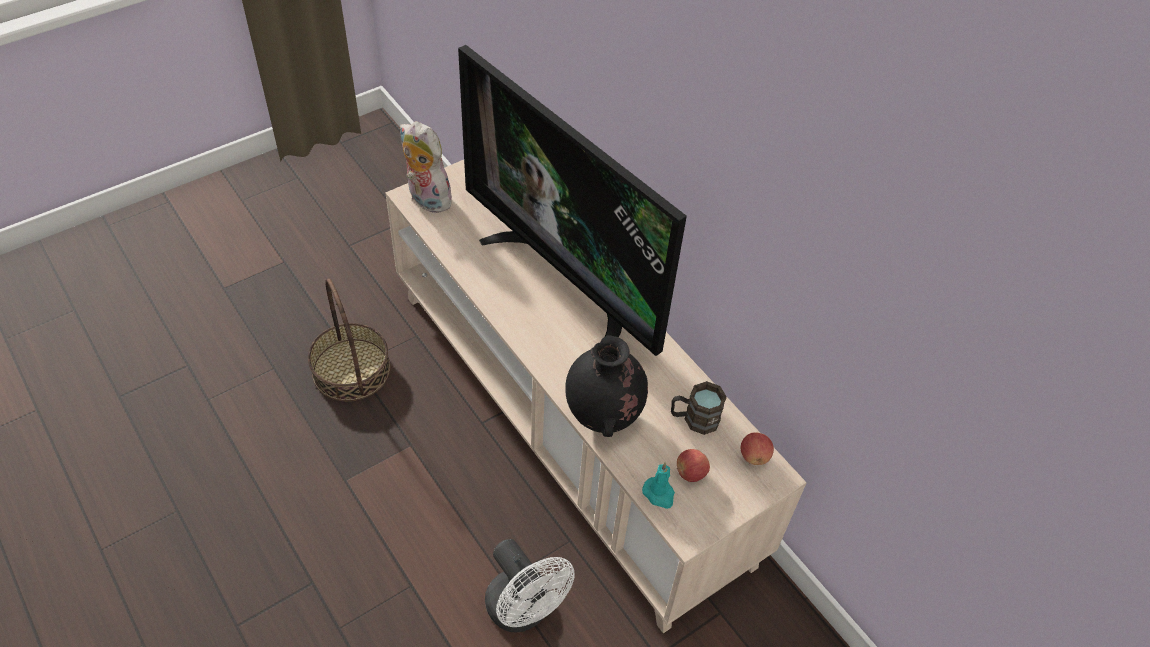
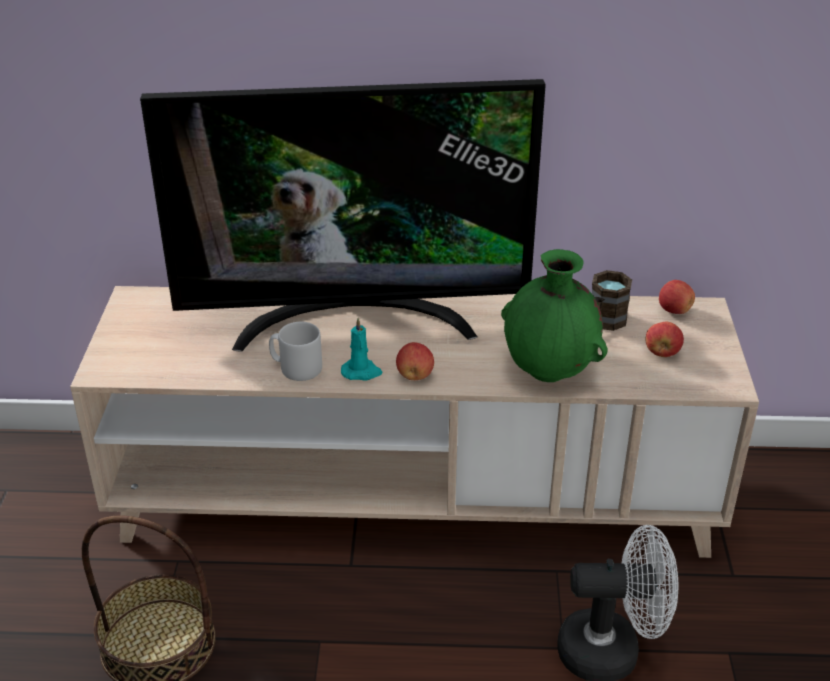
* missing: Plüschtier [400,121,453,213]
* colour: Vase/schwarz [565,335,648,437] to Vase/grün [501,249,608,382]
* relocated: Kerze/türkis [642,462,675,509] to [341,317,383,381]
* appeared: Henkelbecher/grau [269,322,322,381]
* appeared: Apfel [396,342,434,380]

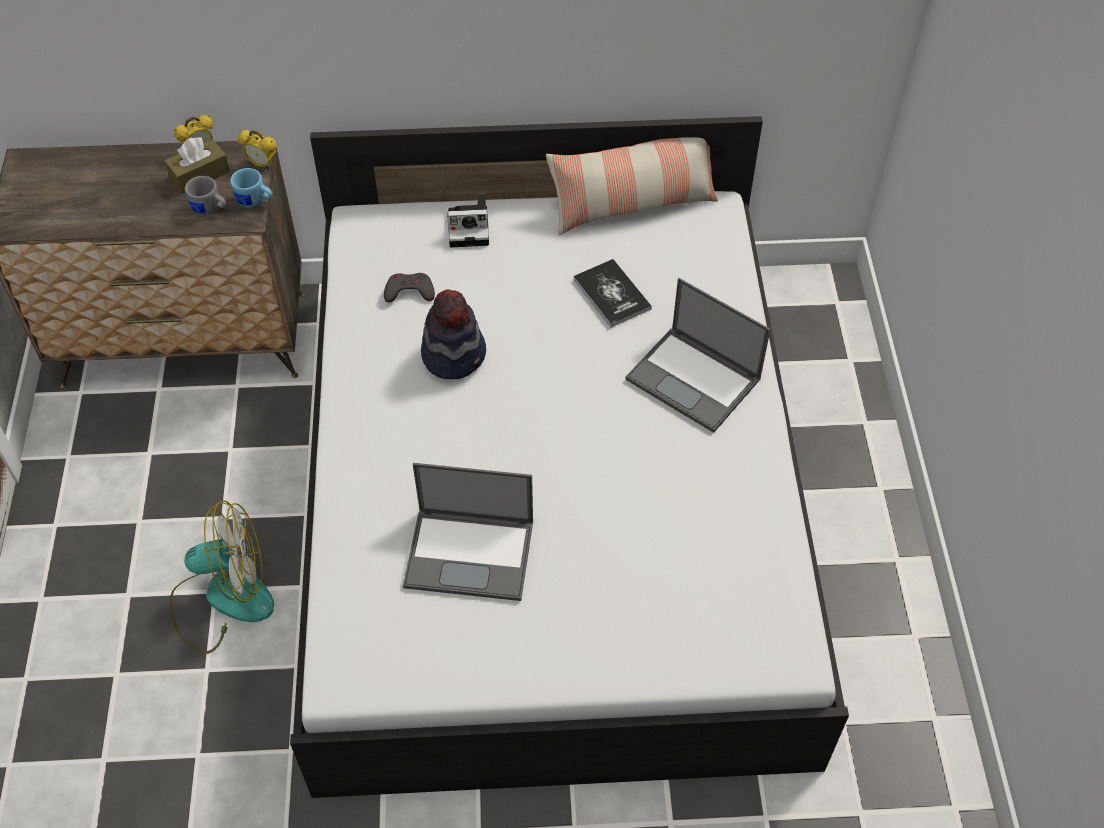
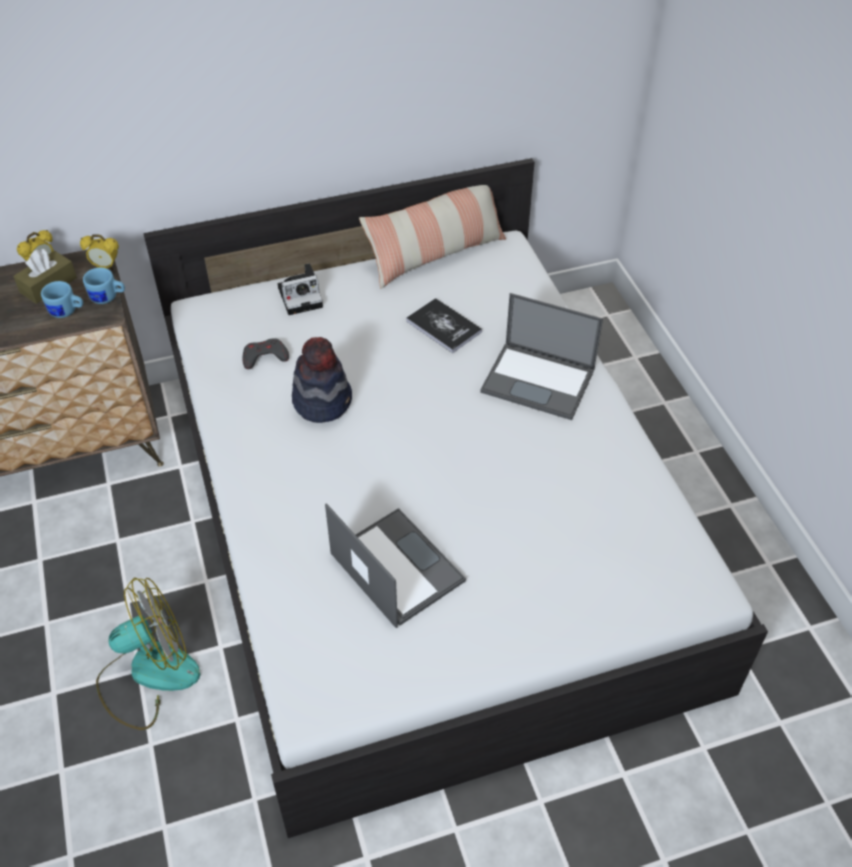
* colour: Henkelbecher/grau [185,176,226,215] to Henkelbecher/blau [41,281,83,318]
* spun: Laptop [403,463,533,601] = [325,503,466,628] 120 degrees counterclockwise

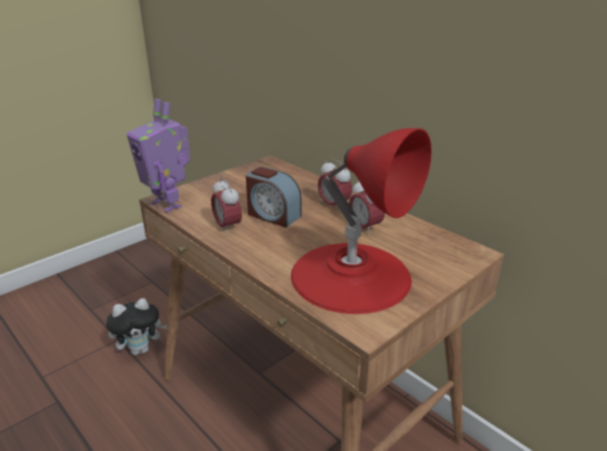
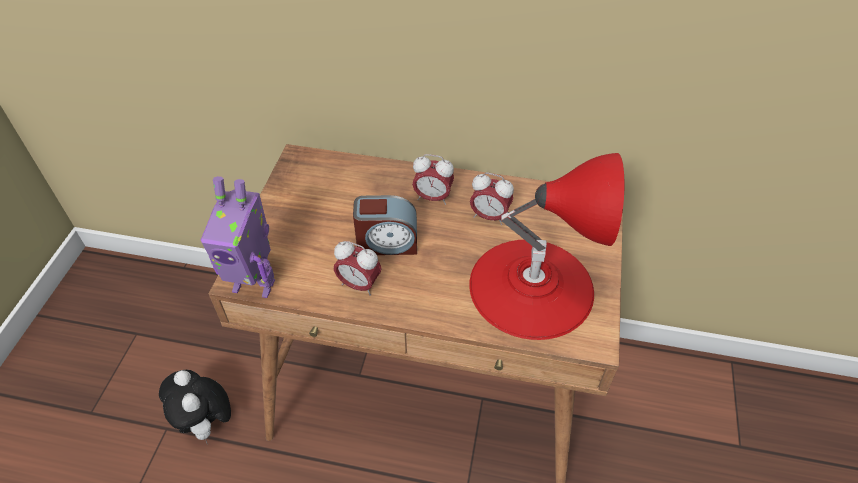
* spun: Plüschtier [106,298,167,355] = [159,370,231,443] 120 degrees clockwise

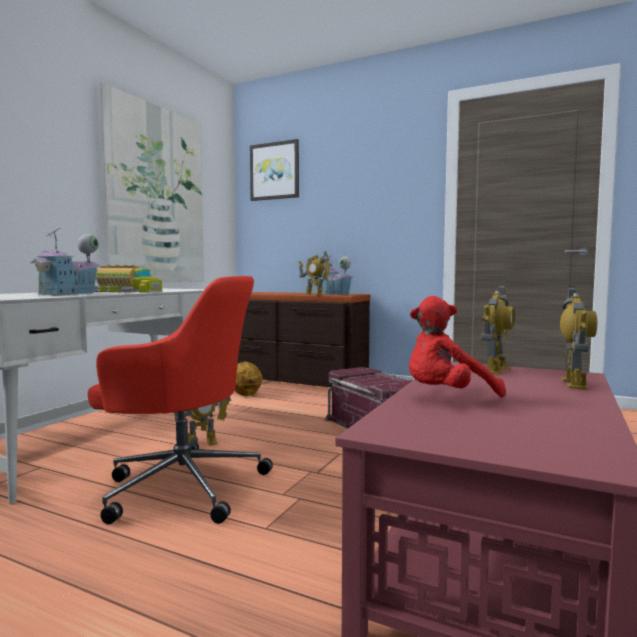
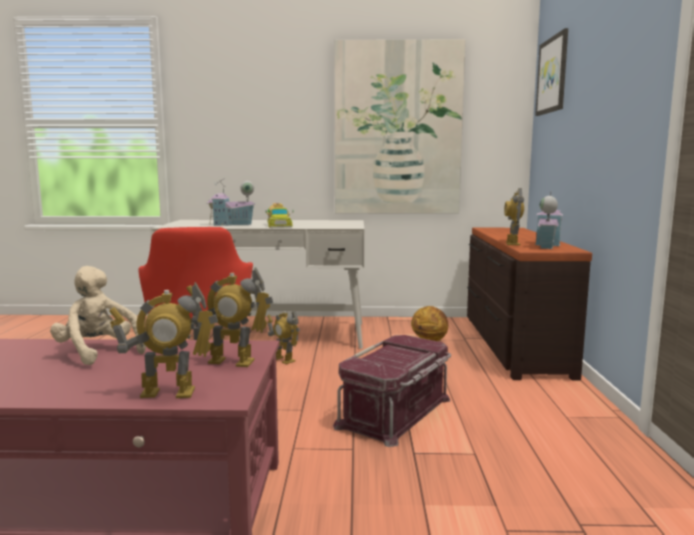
* colour: Plüschtier/rot [409,296,506,397] to Plüschtier/beige [50,266,146,365]

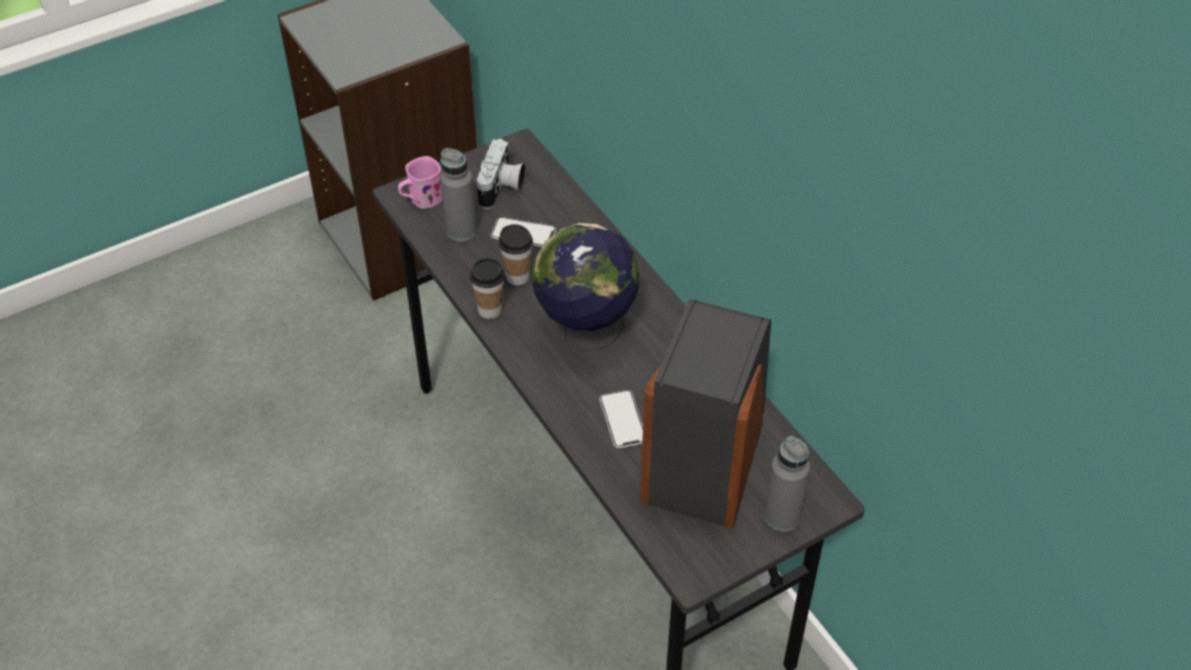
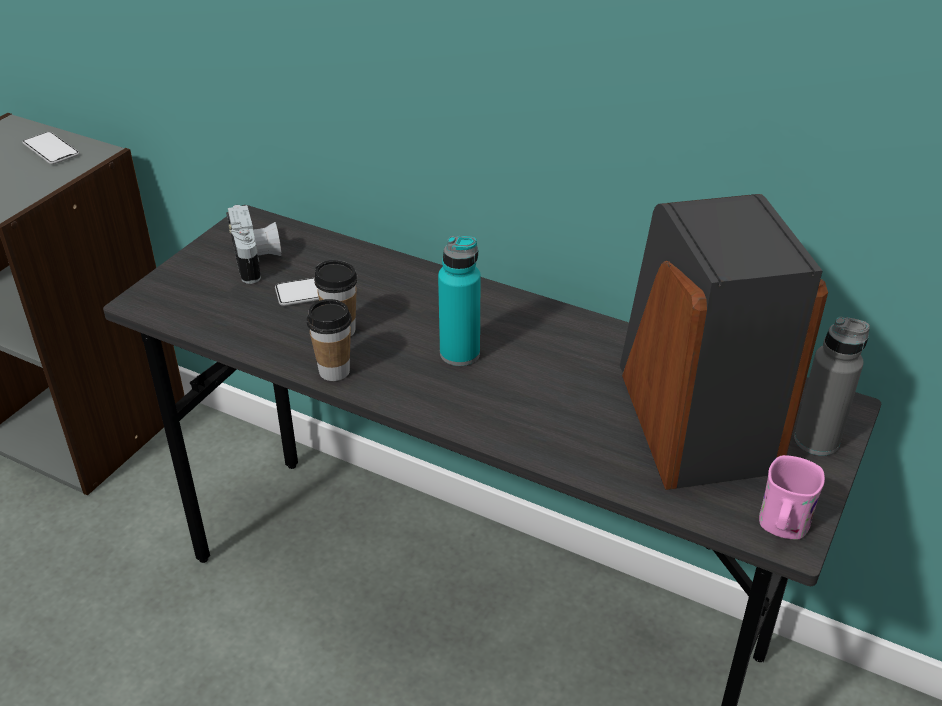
* missing: Flasche/grau [440,148,477,242]
* relocated: Henkelbecher/rosa [398,156,443,209] to [759,455,825,540]
* exchanged: Globus [531,223,640,352] to Flasche/türkis [438,236,481,366]
* relocated: Handy [599,390,643,449] to [23,132,79,164]

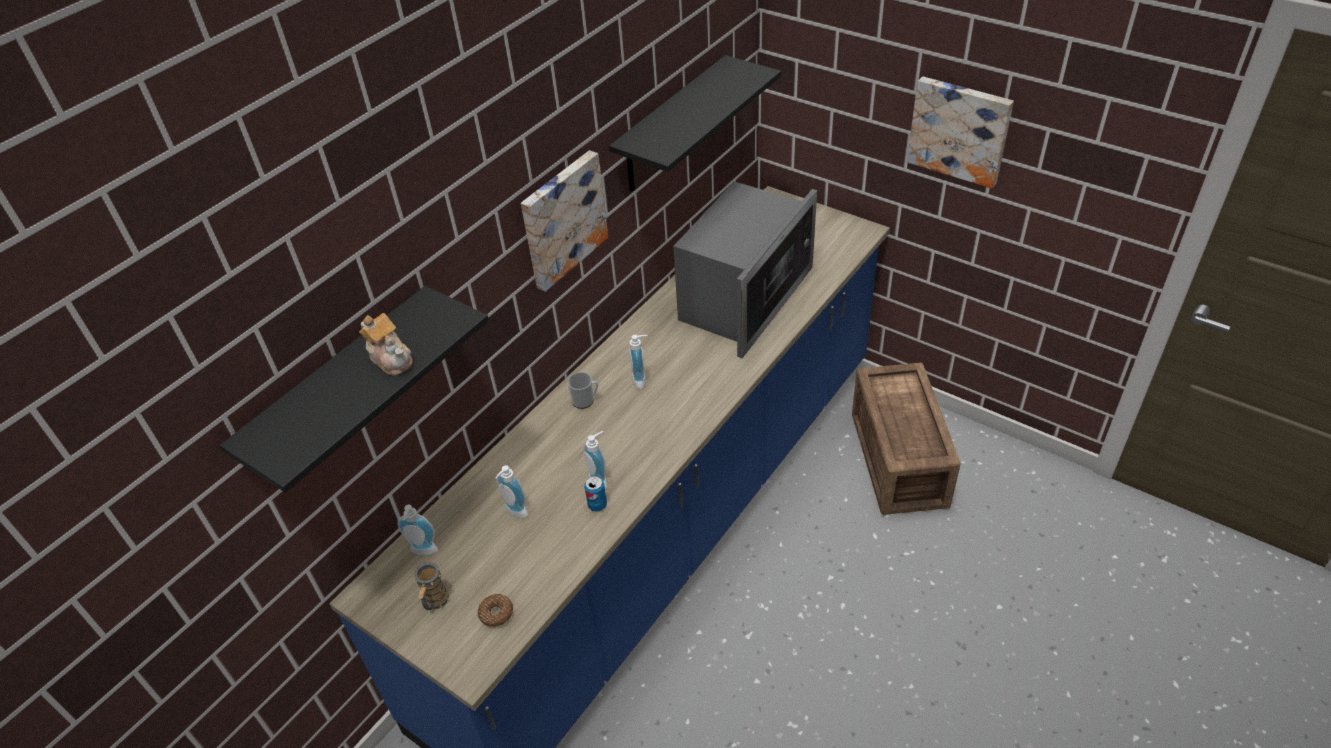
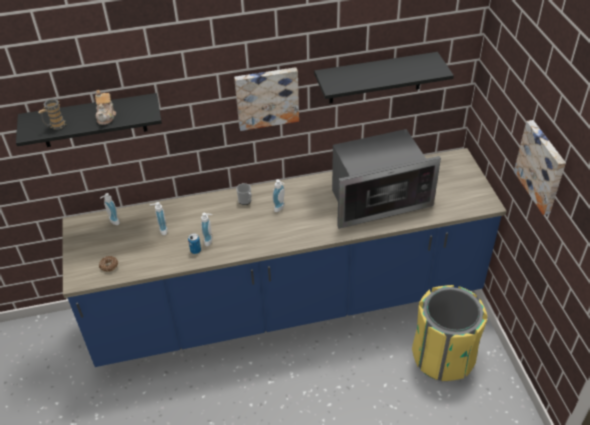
* exchanged: Kiste [852,363,961,515] to Mülleimer/gelb [412,285,488,381]
* relocated: Henkelbecher [414,562,450,611] to [38,99,66,130]

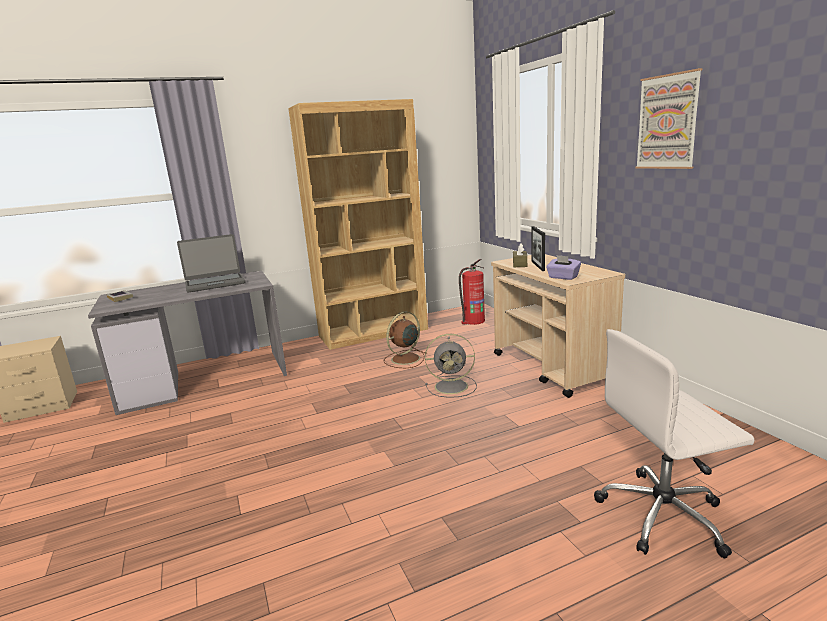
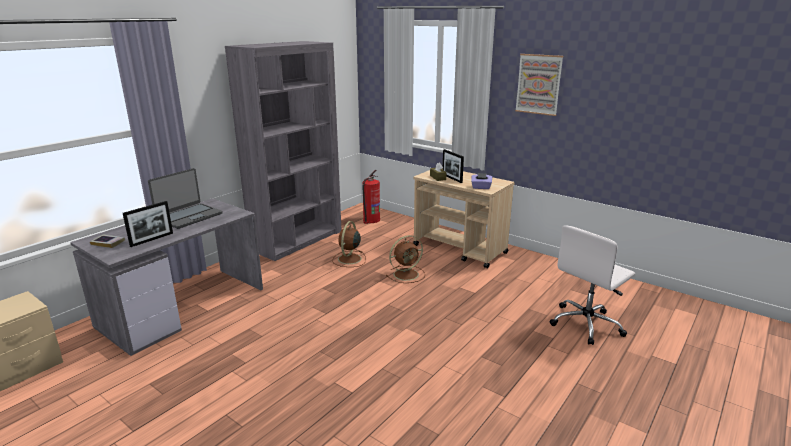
* colour: Bücherregal/braun [288,99,428,350] to Bücherregal/grau [225,41,342,261]
* colour: Ventilator/grau [425,334,477,398] to Ventilator/braun [386,235,425,283]
* appeared: Bilderrahmen [123,201,173,247]

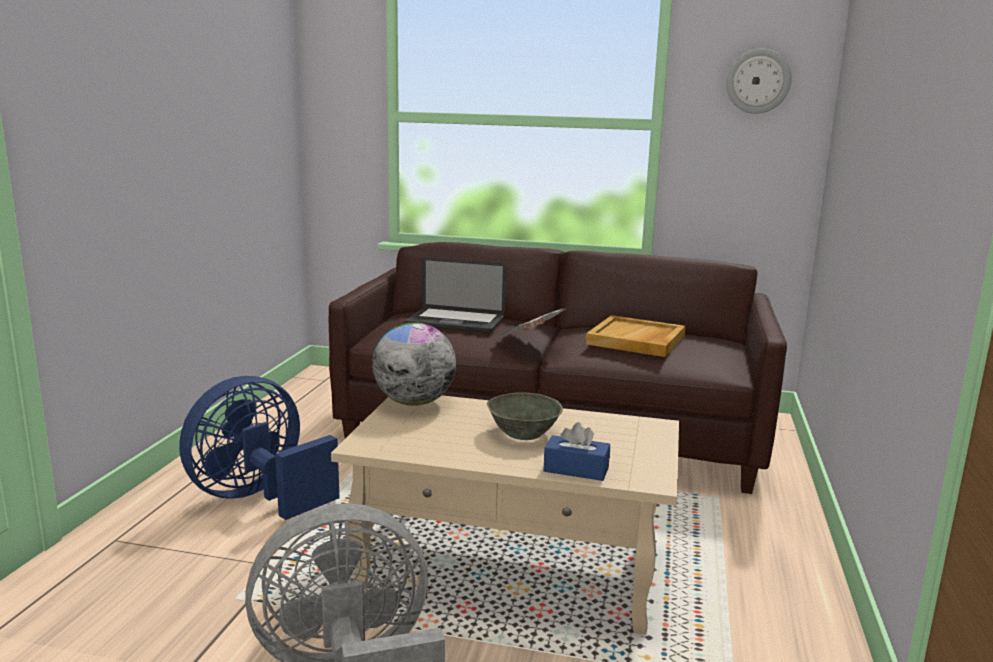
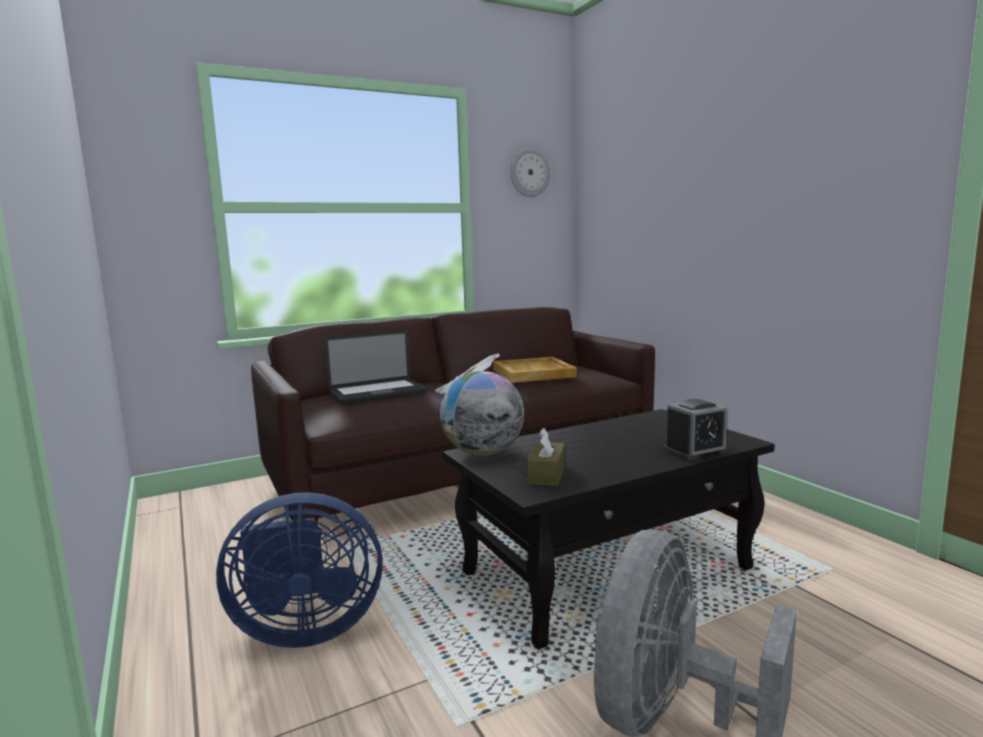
* spun: Ventilator/blau [179,376,339,520] = [216,492,383,648] 105 degrees counterclockwise
* missing: Schüssel/grau [487,392,563,440]
* colour: Couchtisch/beige [331,395,679,635] to Couchtisch/schwarz [443,409,775,650]
* exchanged: Taschentuchbox/blau [544,422,610,481] to Wecker [664,399,728,461]
* appeared: Taschentuchbox/braun [527,428,565,486]

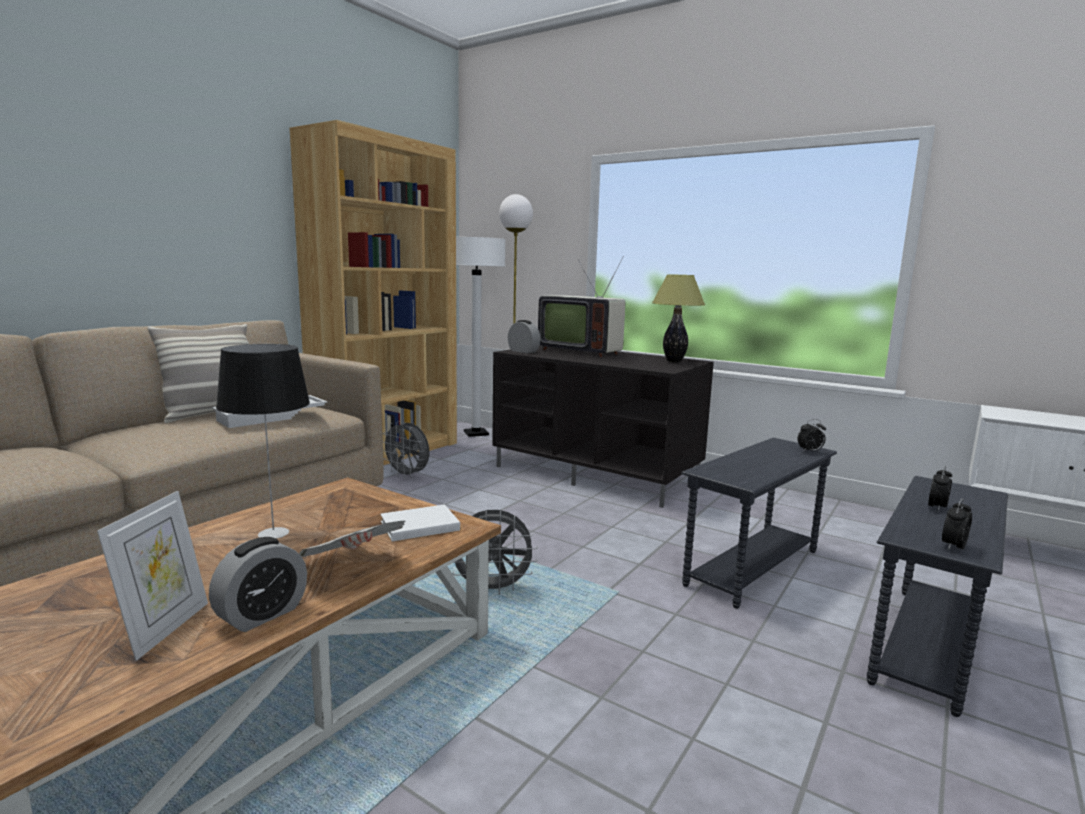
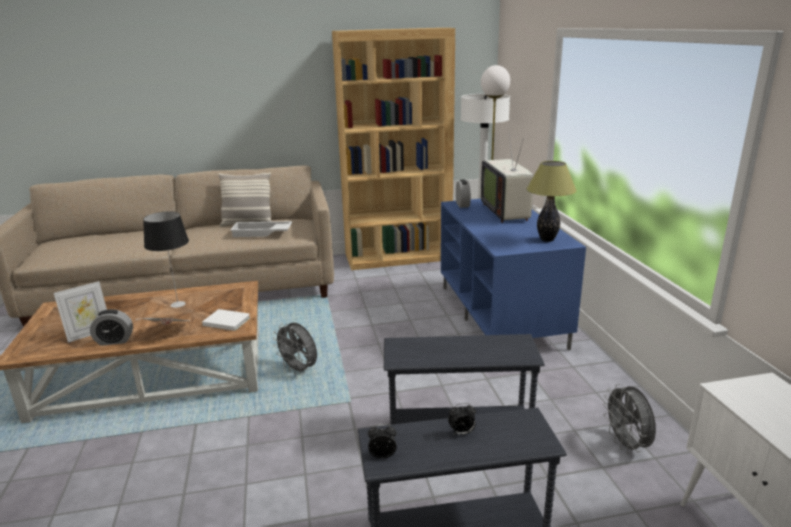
* colour: Fernsehschrank/schwarz [492,345,714,508] to Fernsehschrank/blau [441,199,586,350]
* missing: Wecker [798,419,826,452]
* relocated: Ventilator/grau [382,421,429,479] to [603,384,656,454]

